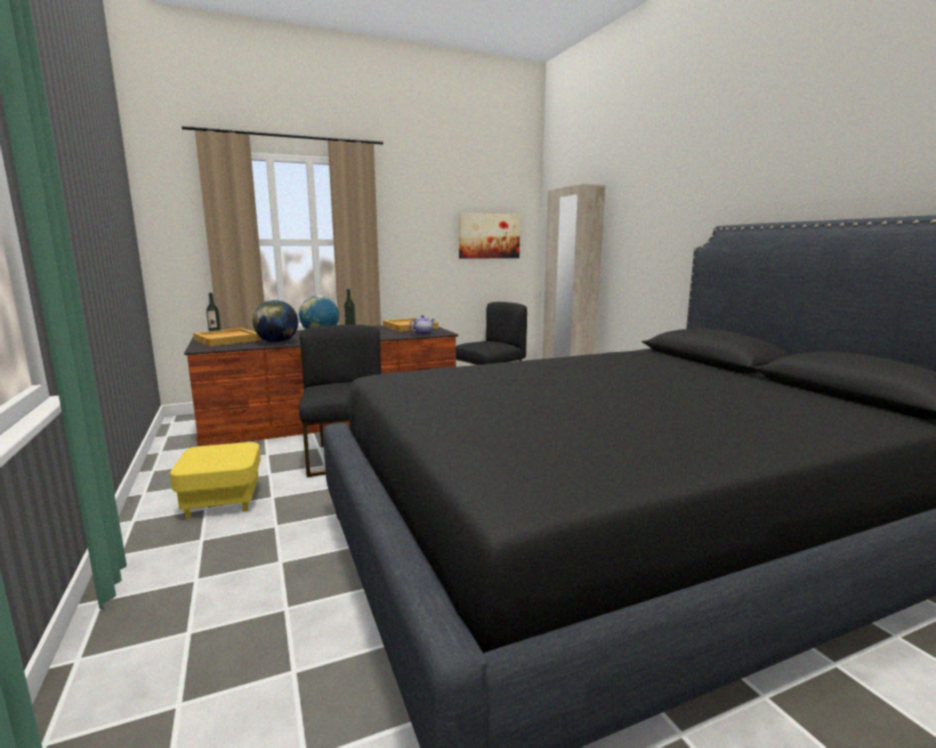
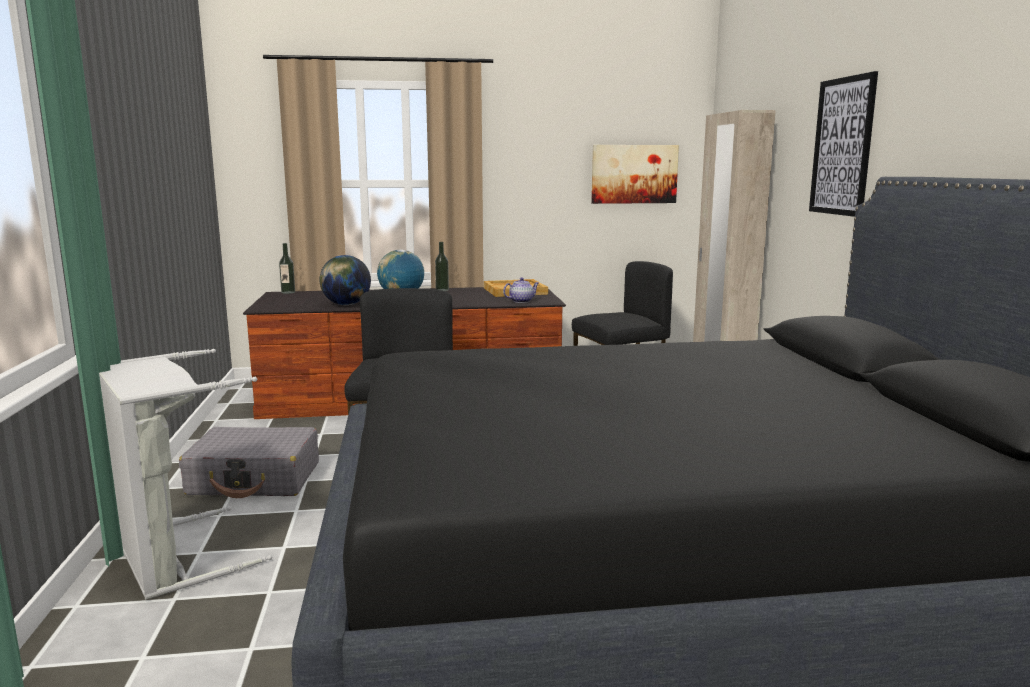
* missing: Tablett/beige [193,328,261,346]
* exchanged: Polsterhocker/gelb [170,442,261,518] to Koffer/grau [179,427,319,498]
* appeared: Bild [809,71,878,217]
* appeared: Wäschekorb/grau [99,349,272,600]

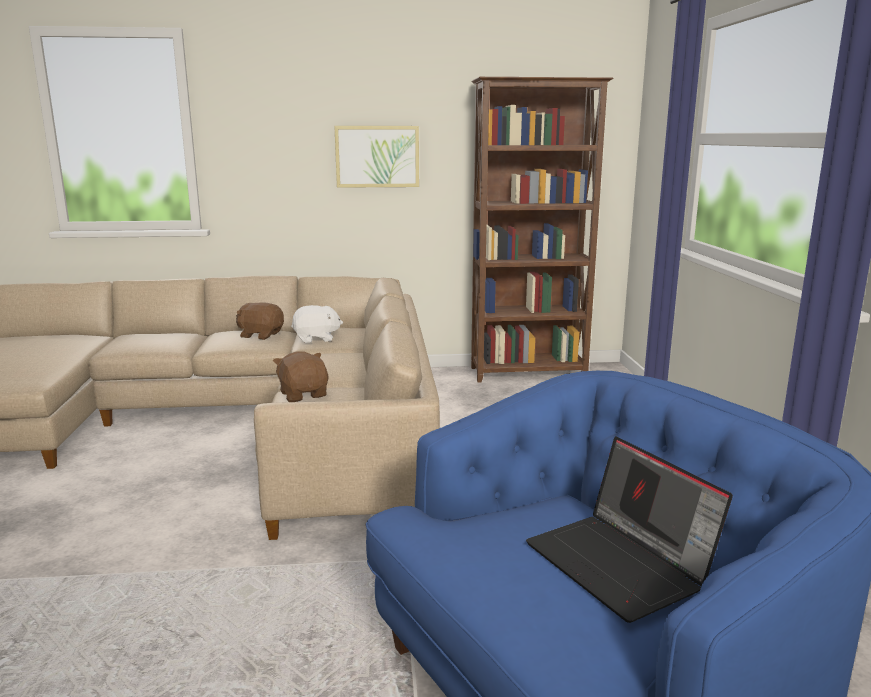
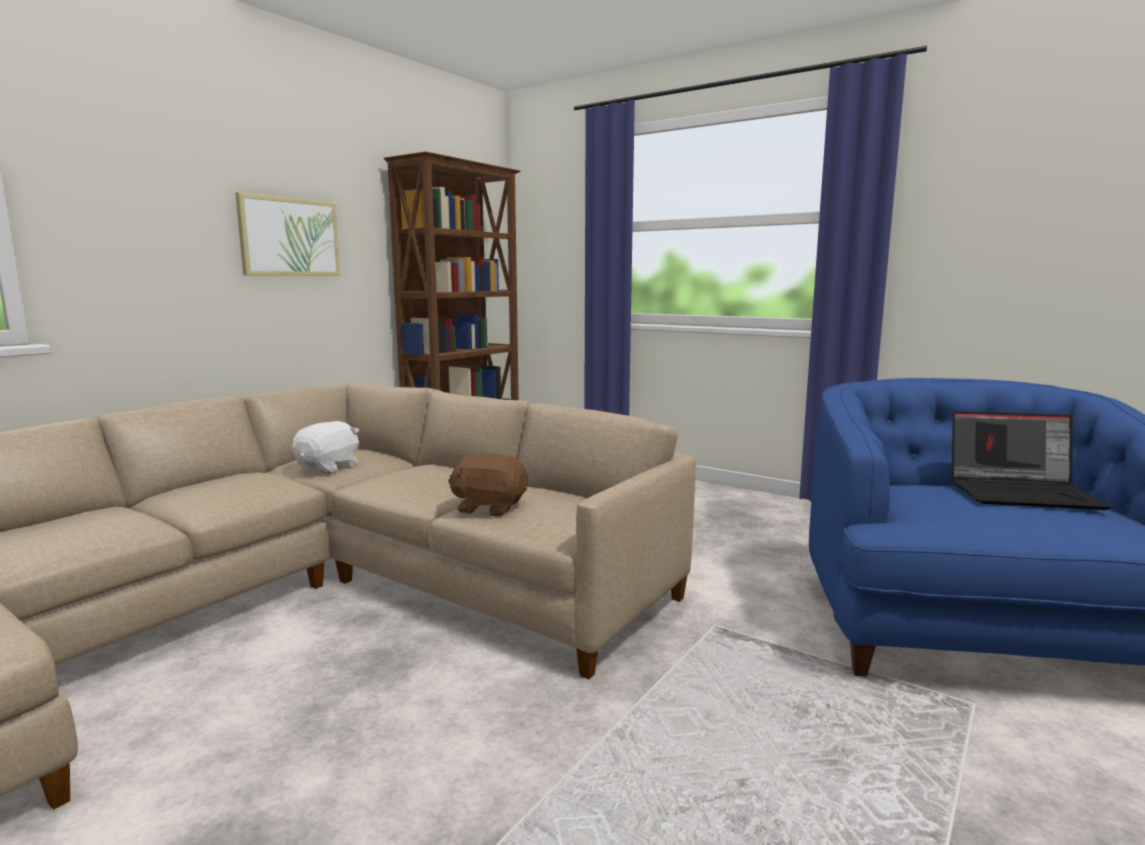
* missing: Plüschtier/braun [236,302,284,340]

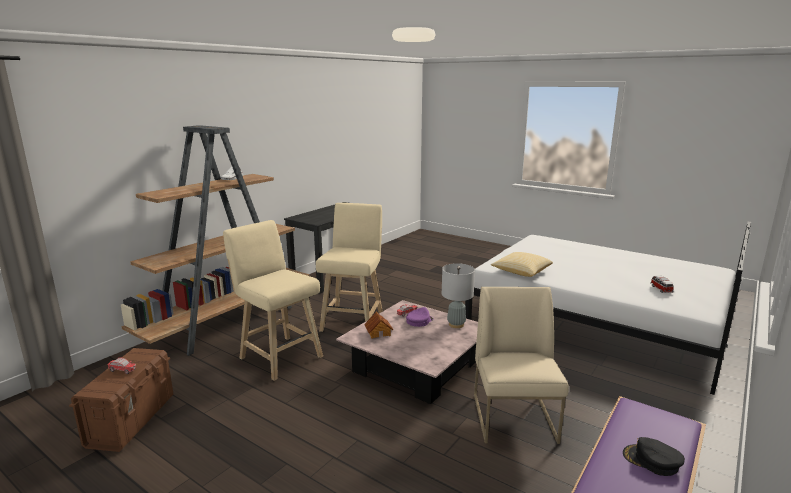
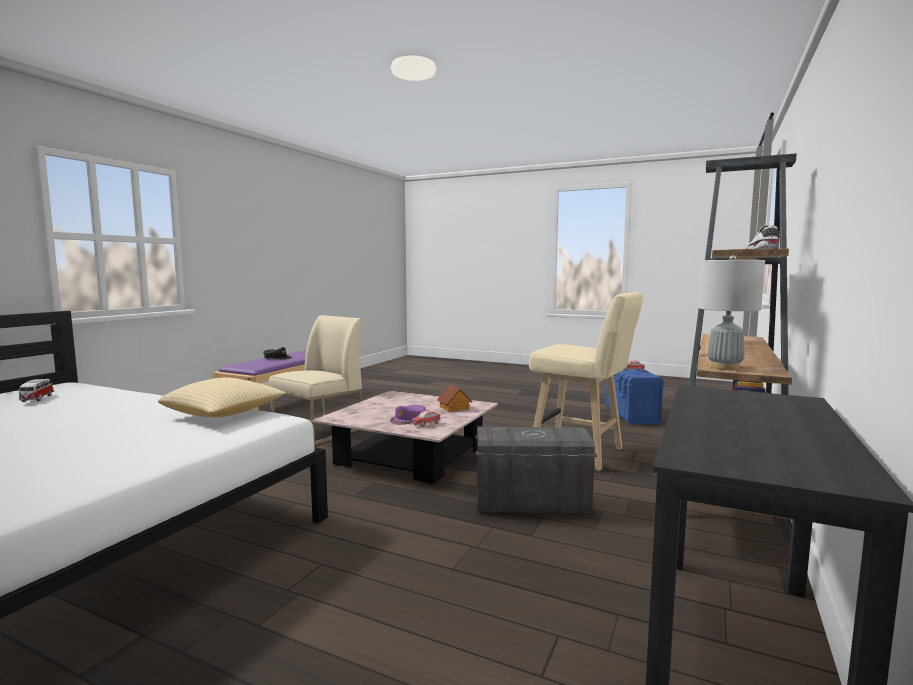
* exchanged: Hocker/beige [316,203,383,332] to Aufbewahrungsbox/grau [475,426,597,513]
* relocated: Tischlampe/grau [442,263,475,328] to [698,255,765,370]
* spun: Stuhl/beige [474,287,569,444] = [269,315,362,445] 135 degrees counterclockwise
* colour: Aufbewahrungsbox/braun [69,348,173,452] to Aufbewahrungsbox/blau [605,369,665,424]

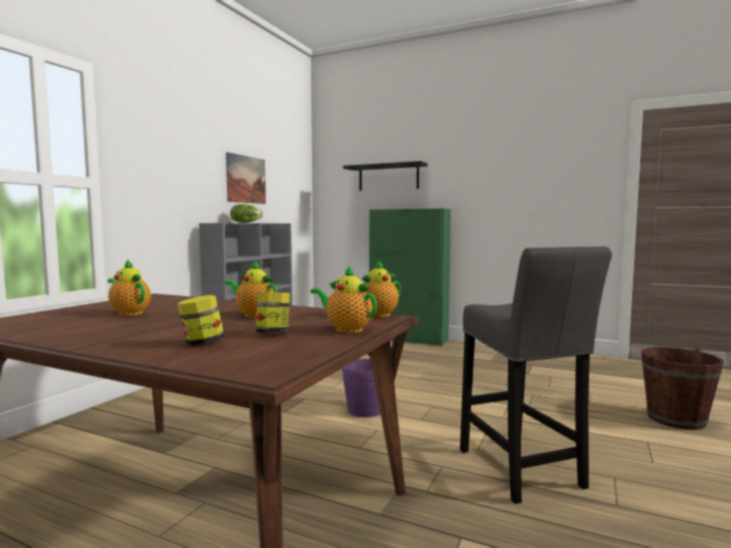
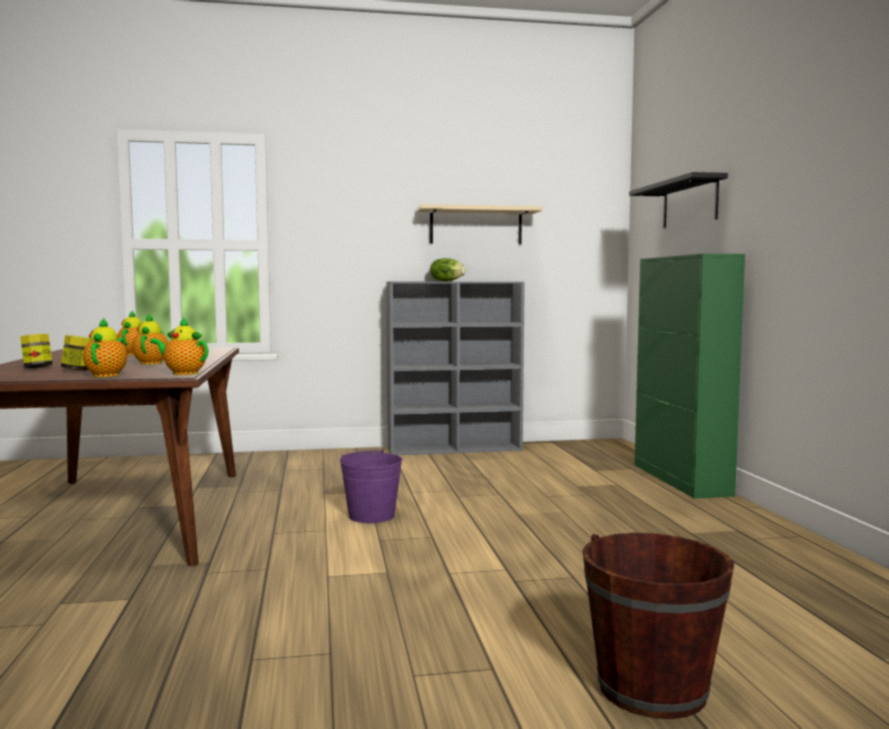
* exchanged: Bild [226,152,266,204] to Wandregal/beige [417,204,543,244]
* missing: Hocker/grau [460,246,612,504]

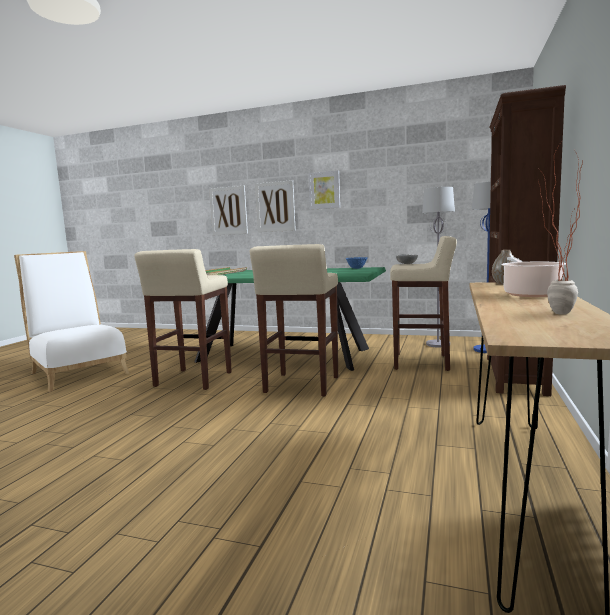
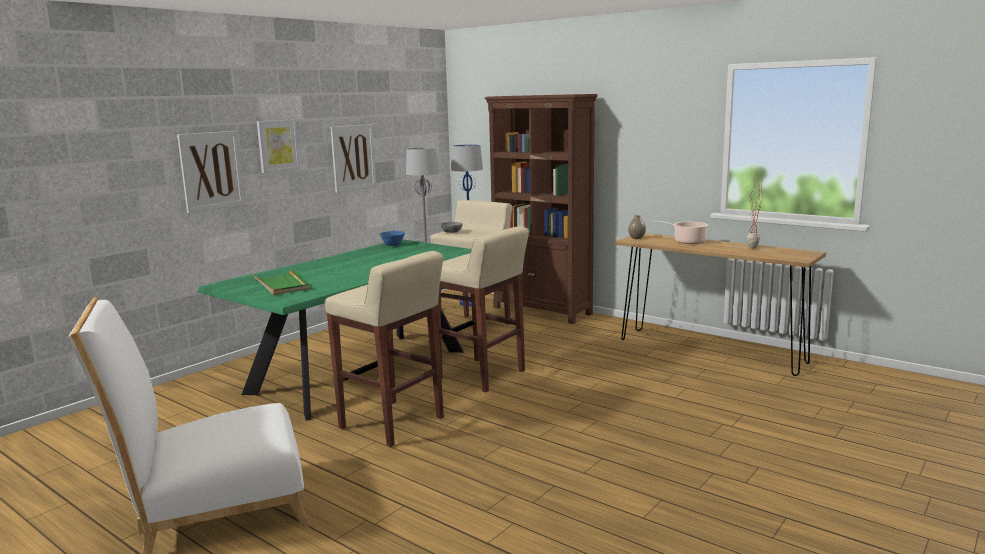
* relocated: Bild [209,186,248,235] to [330,124,377,193]

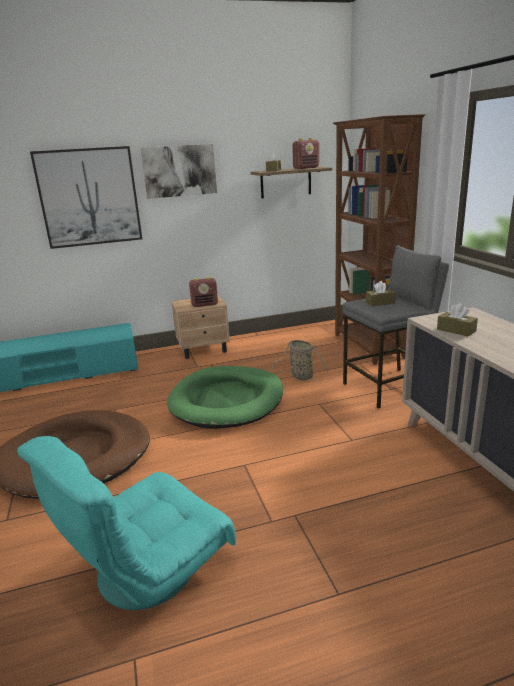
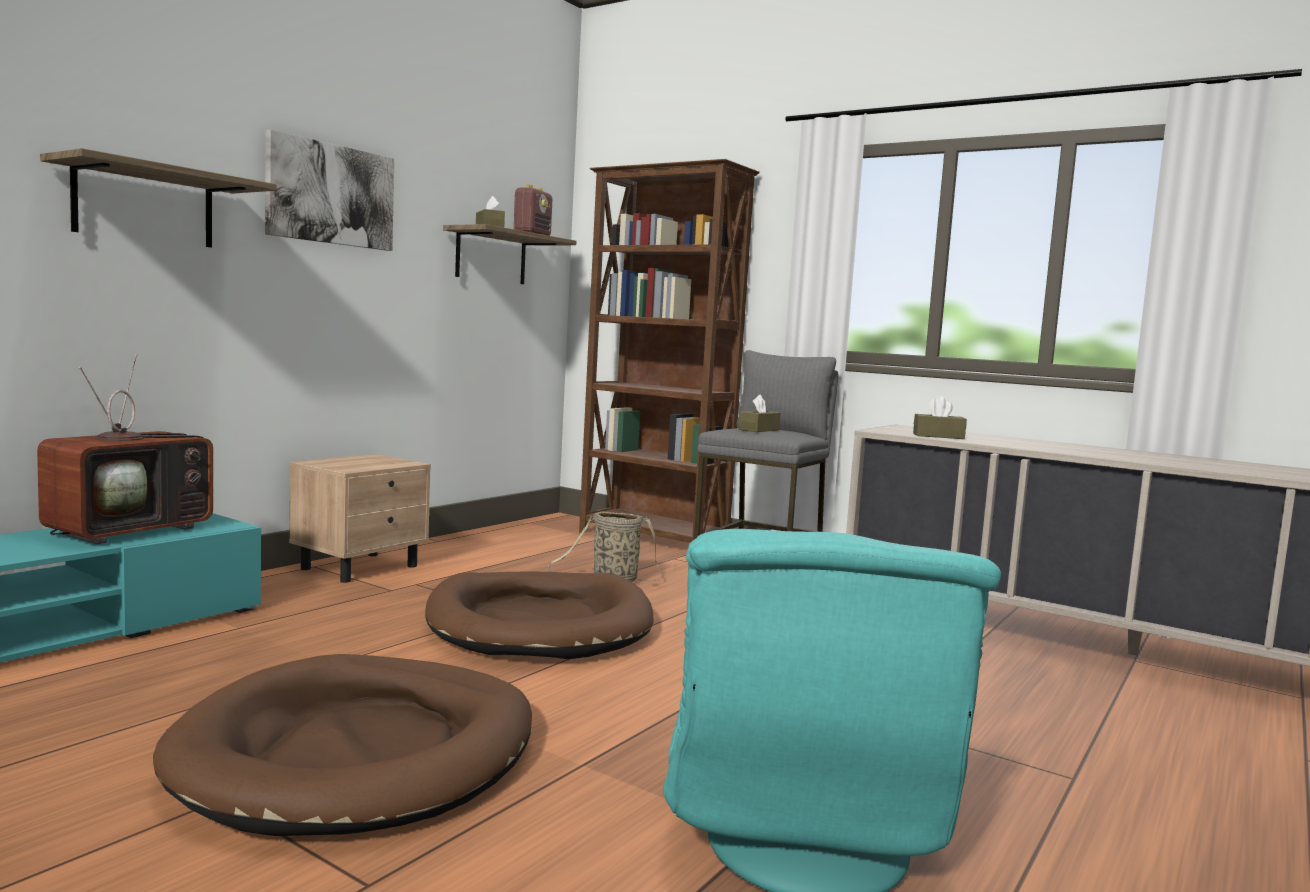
* exchanged: Bild [30,146,142,249] to Wandregal [40,148,277,247]
* missing: Radio [189,277,218,307]
* colour: Hundebett/grün [167,366,283,429] to Hundebett/braun [425,571,654,659]
* appeared: Fernseher [37,354,213,544]

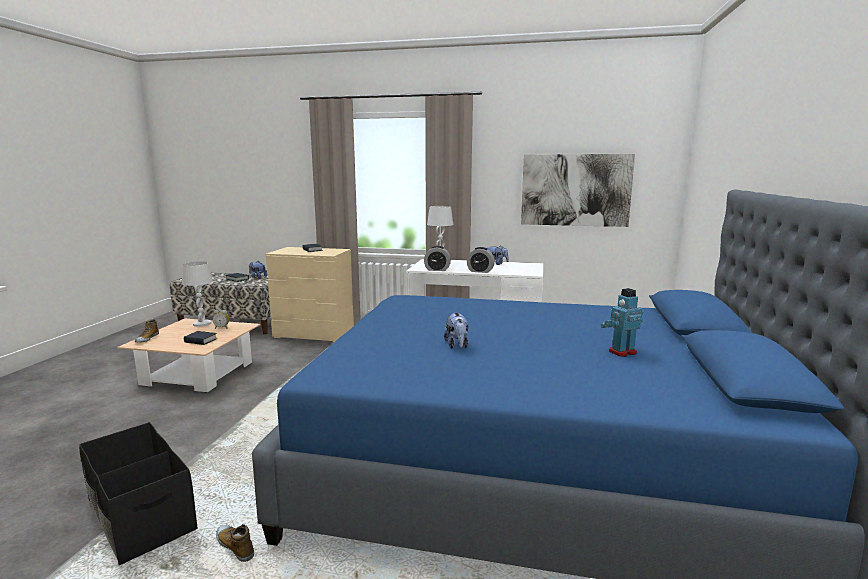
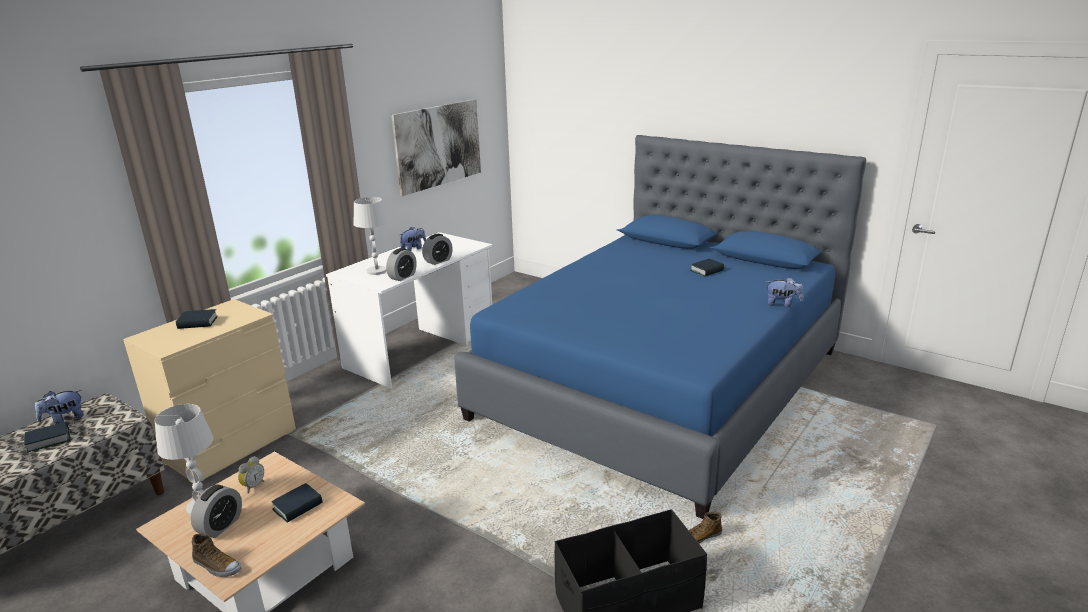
* exchanged: Spielzeugroboter [601,288,643,357] to Buch [690,259,724,276]
* relocated: Plüschtier [444,312,469,348] to [766,277,803,307]
* appeared: Wecker [191,485,242,538]

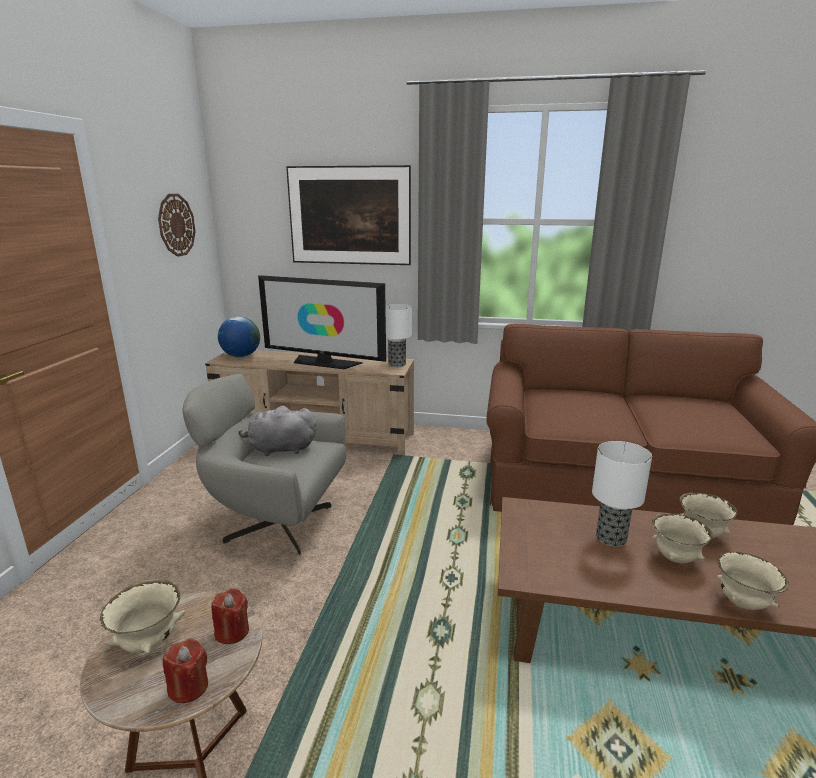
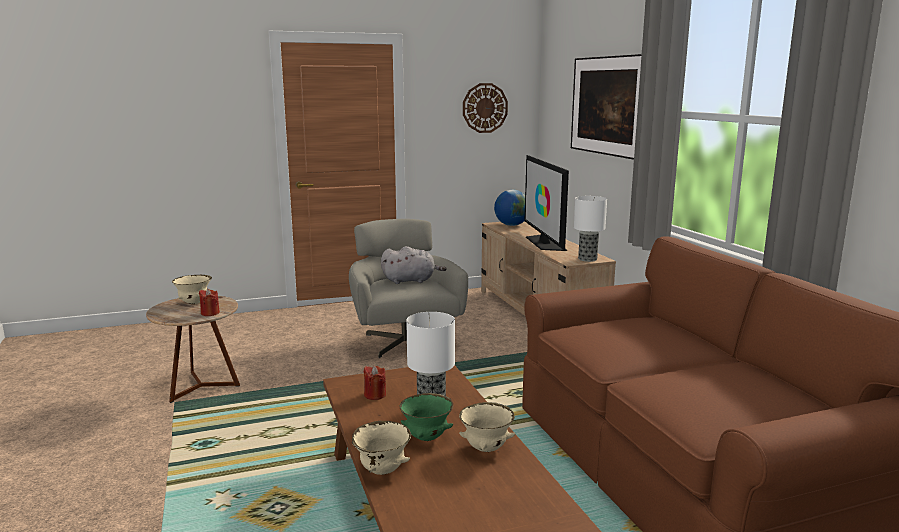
* spun: Plüschtier/grau [238,406,316,456] = [381,246,447,284] 120 degrees clockwise
* colour: Schüssel/beige [652,513,713,563] to Schüssel/grün [400,393,453,441]
* relocated: Kerze/rot [163,639,208,703] to [364,366,386,400]

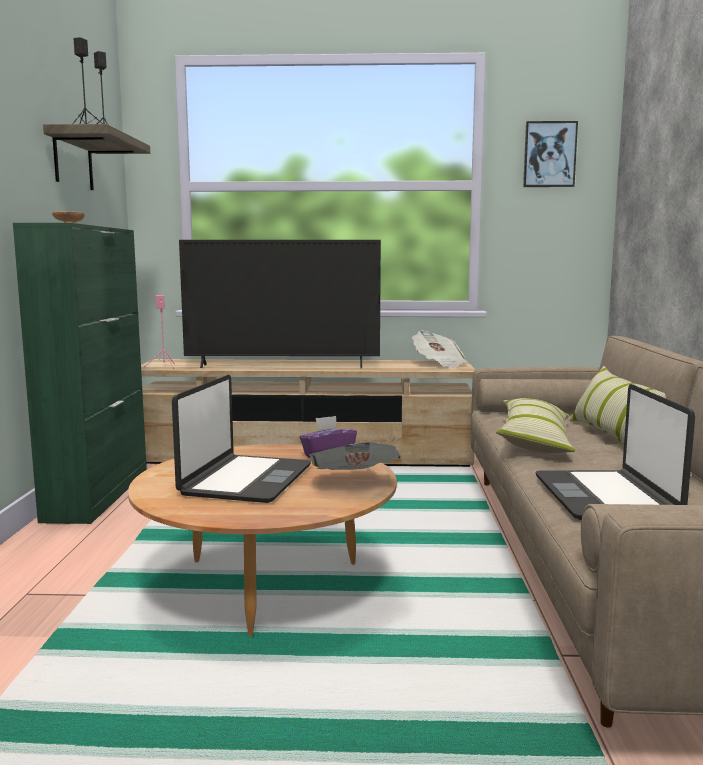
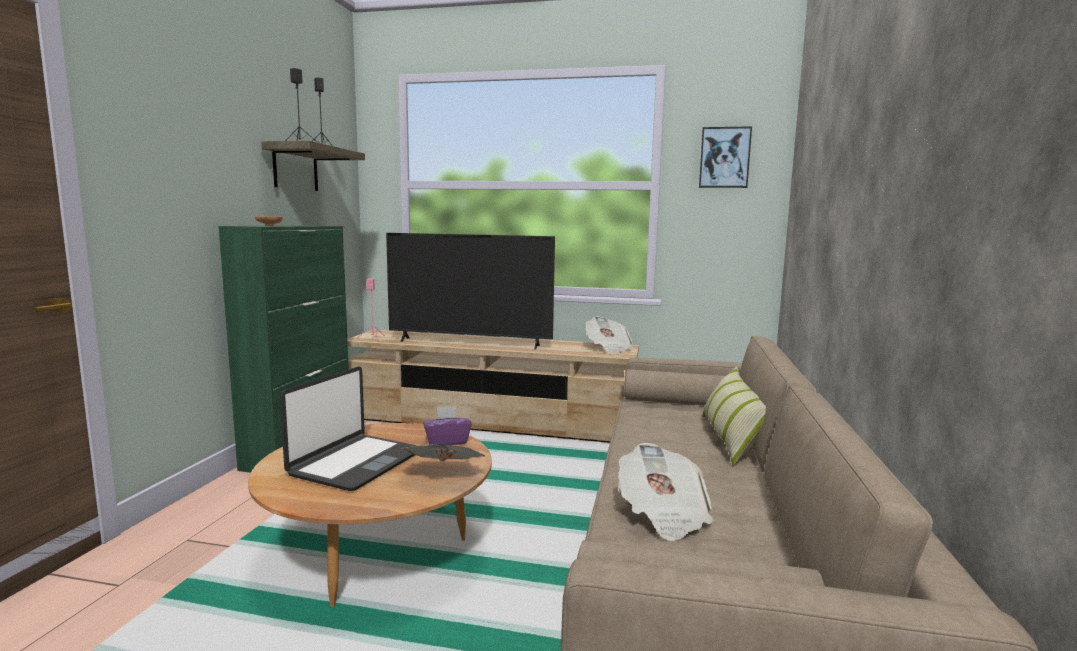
* exchanged: Laptop [536,384,695,520] to Zeitung [618,443,714,541]
* missing: Kissen [496,398,575,453]

